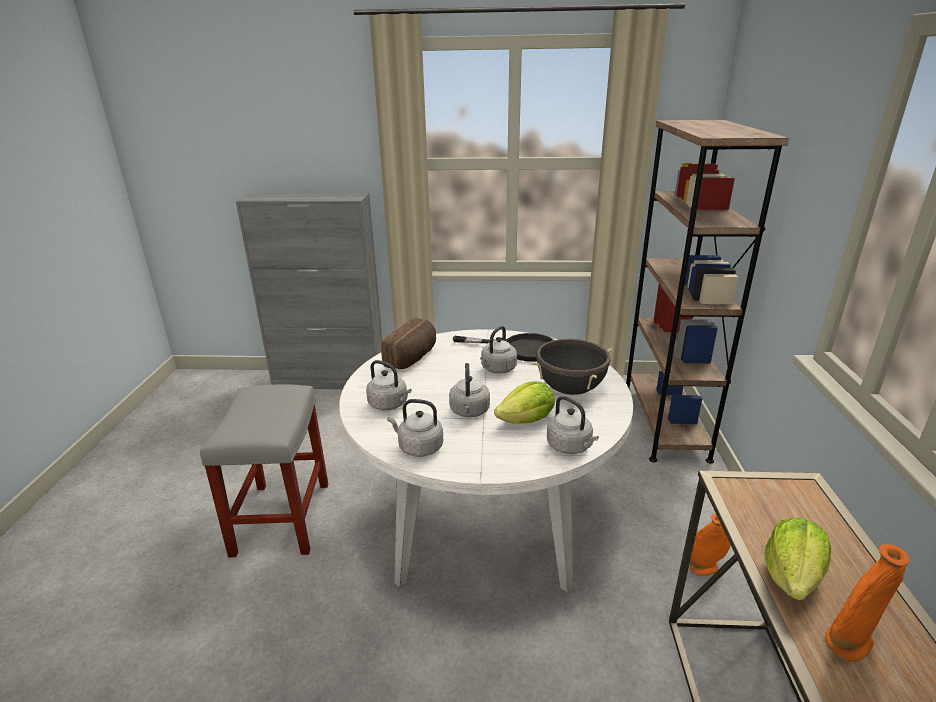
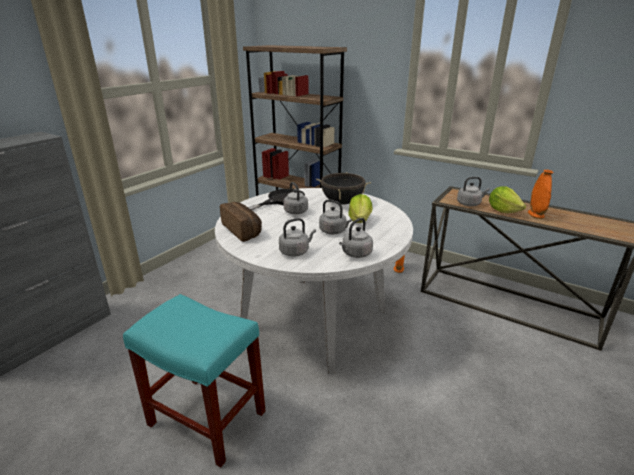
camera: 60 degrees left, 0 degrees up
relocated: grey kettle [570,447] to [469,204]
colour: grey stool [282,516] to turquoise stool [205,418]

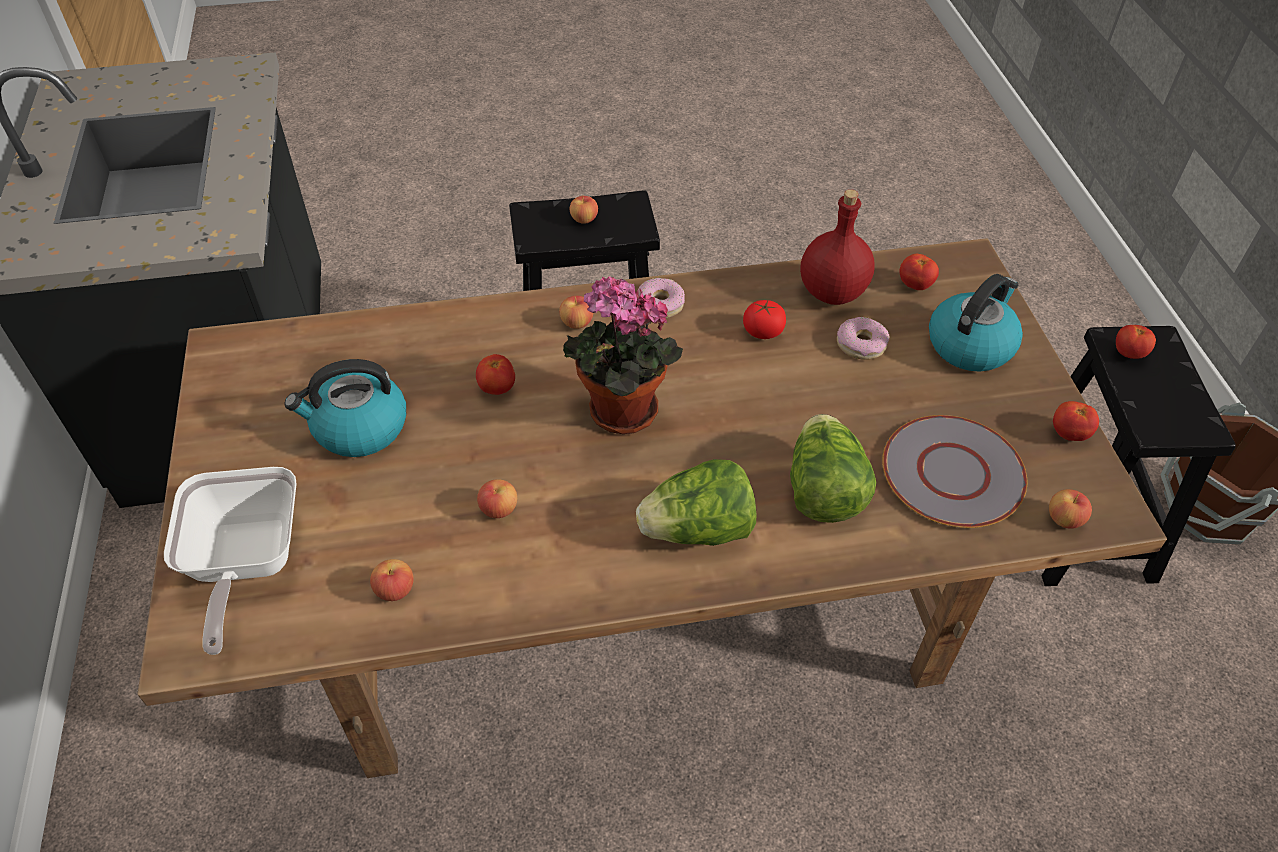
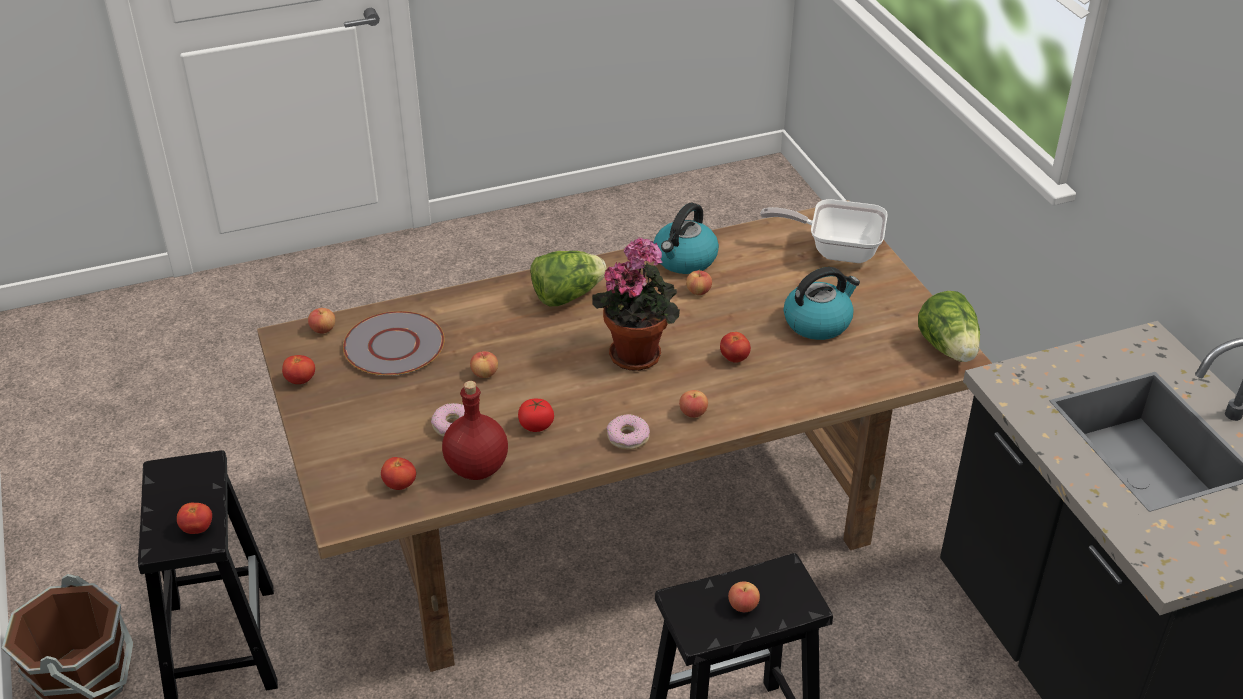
camera: 170 degrees right, 10 degrees down
relocated: apple [395,590] to [484,373]; kettle [970,344] to [684,260]; lettuce [822,490] to [948,348]
spun: frying pan [245,565] = [836,250] 60 degrees counterclockwise

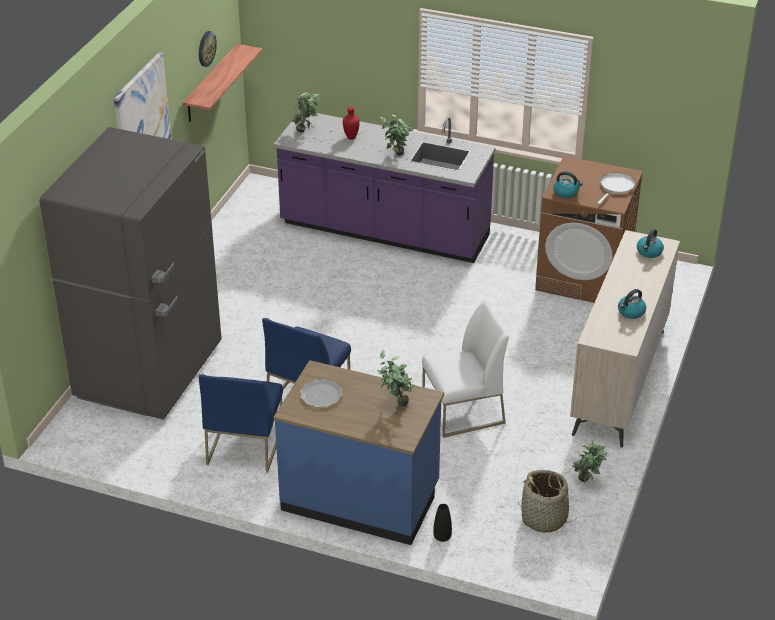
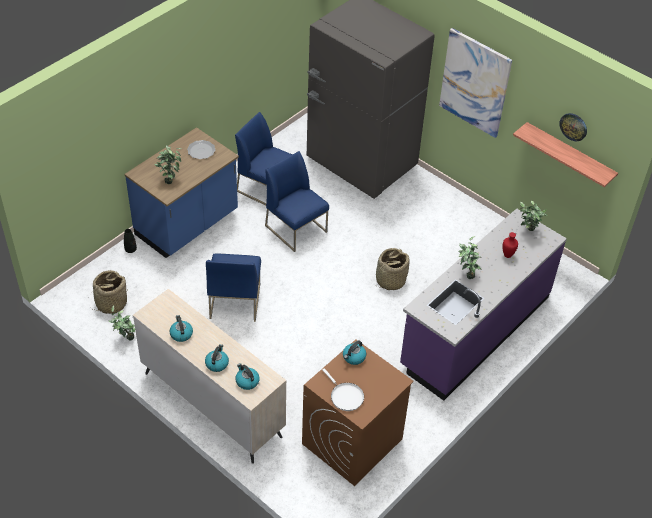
camera: 110 degrees right, 10 degrees up
appeared: kettle [217,363]; basket [390,280]
colour: white chair [462,411] to blue chair [234,300]

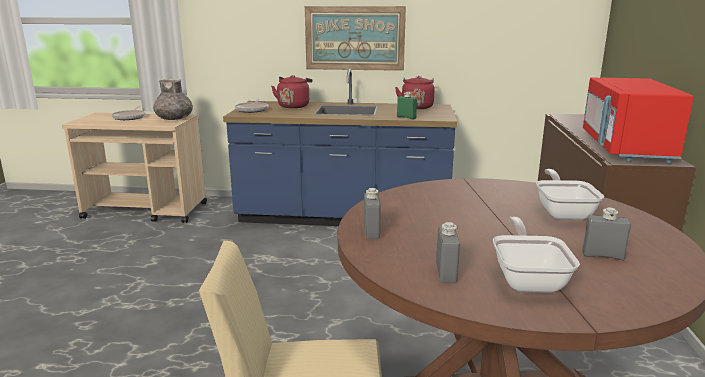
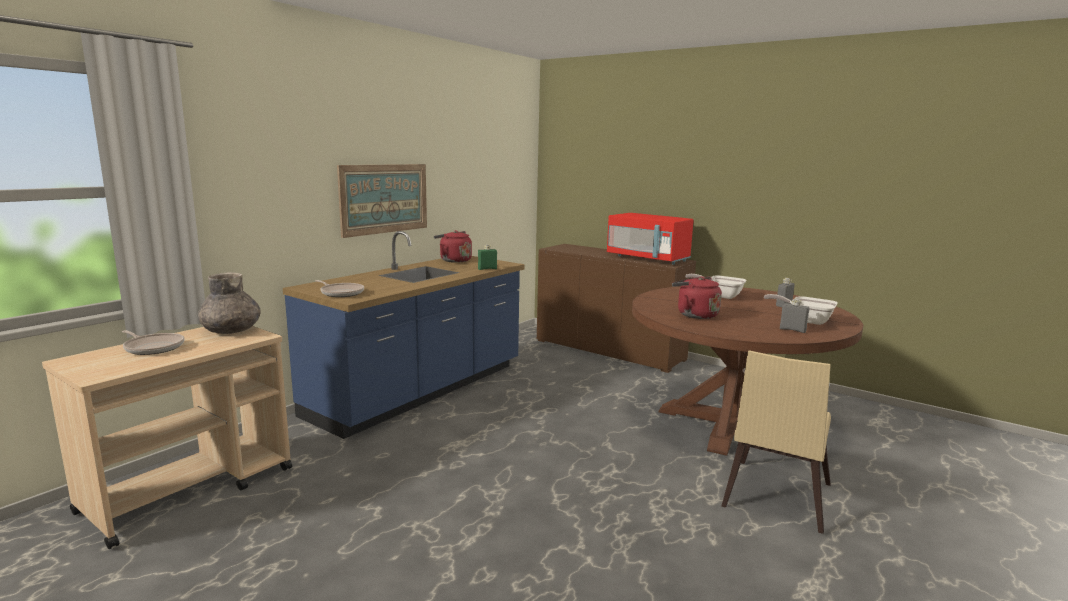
camera: 60 degrees left, 5 degrees down
missing: grey bottle [371,232]
relocated: red kettle [294,106] to [694,315]

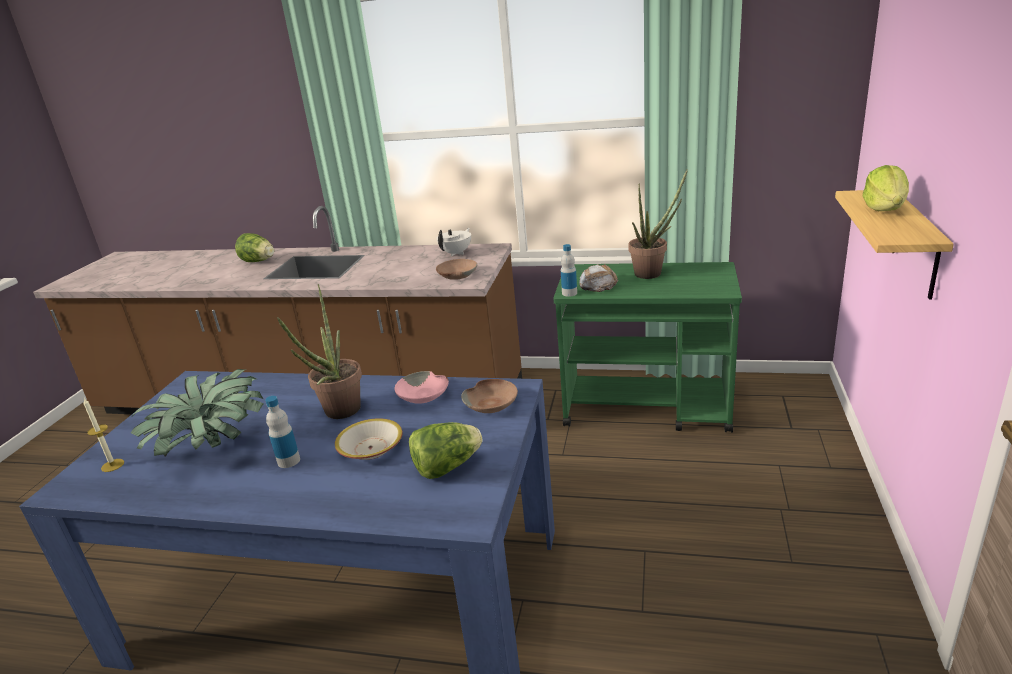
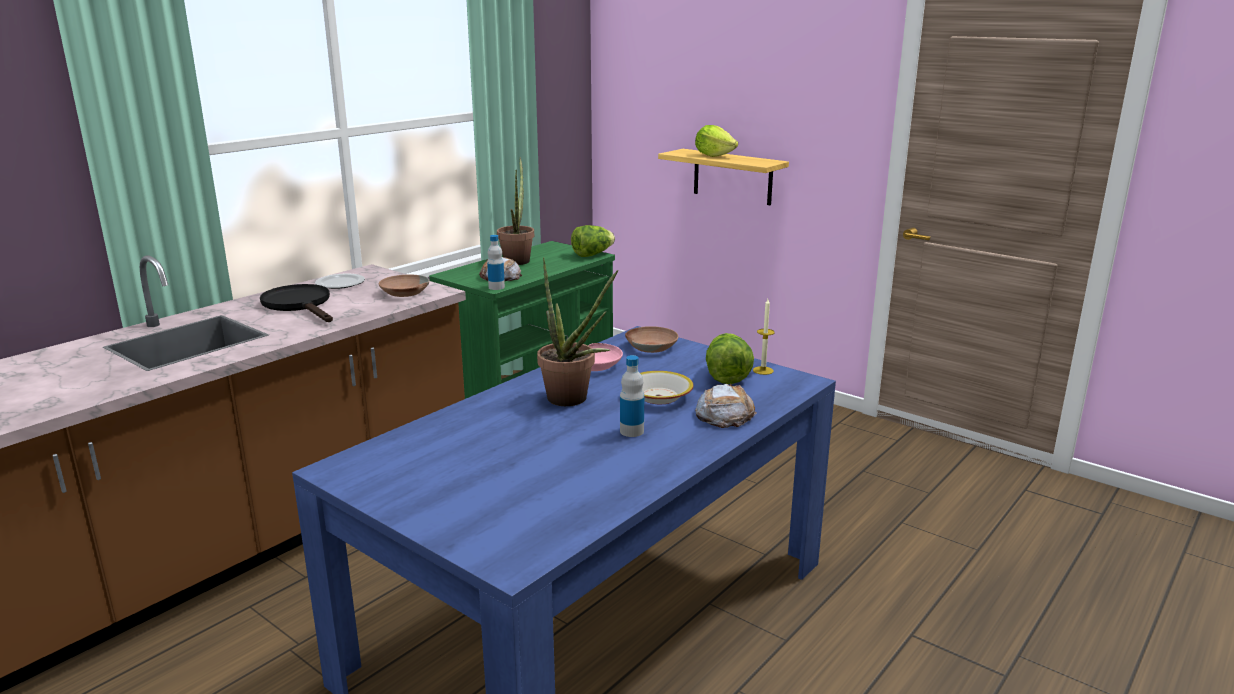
camera: 65 degrees left, 5 degrees down
missing: potted plant [212,449]
appeared: black frying pan [300,305]; bread [724,414]
relocated: lettuce [259,261] to [592,255]; candle [112,465] to [763,370]
exchanged: white teapot [456,253] to plate [341,283]

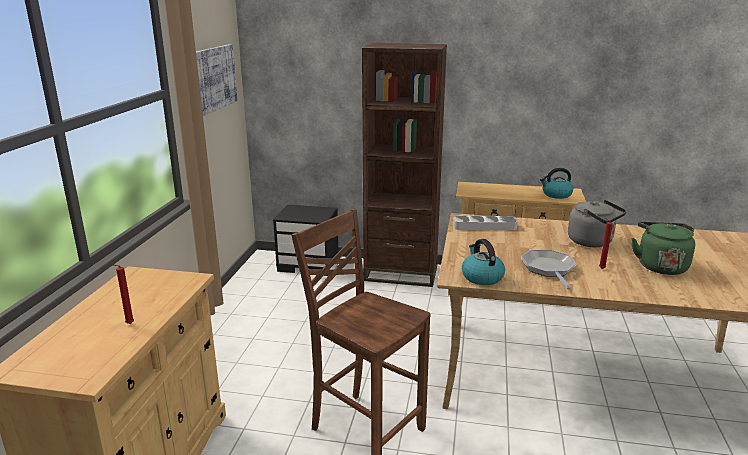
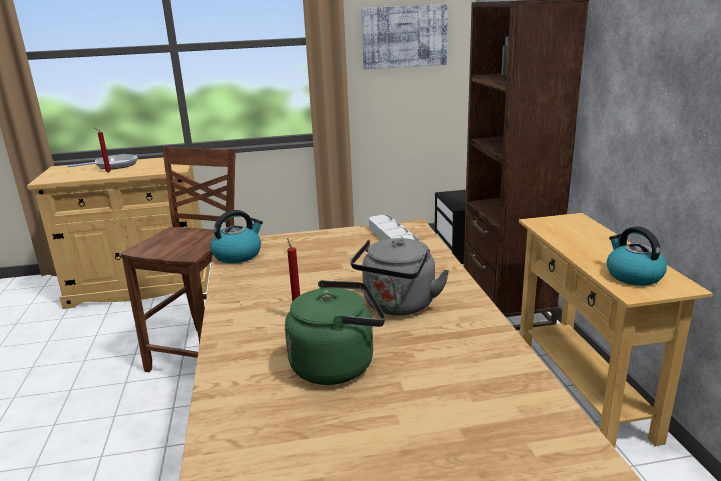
camera: 70 degrees right, 0 degrees up
relocated: frying pan [548,269] to [114,165]

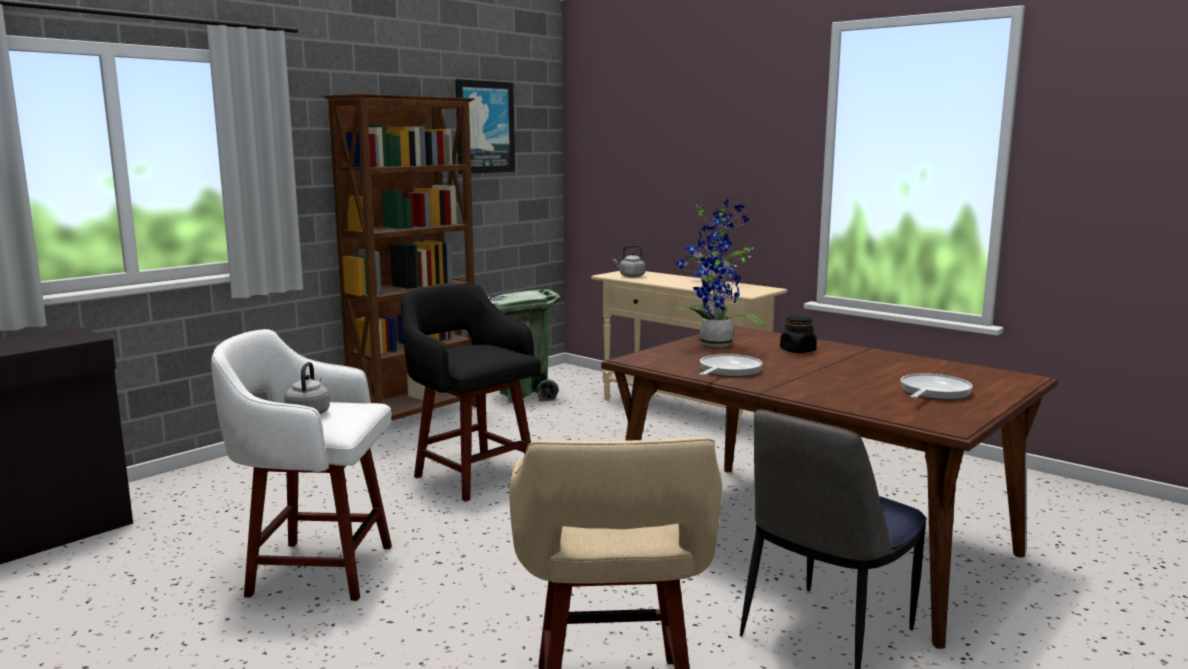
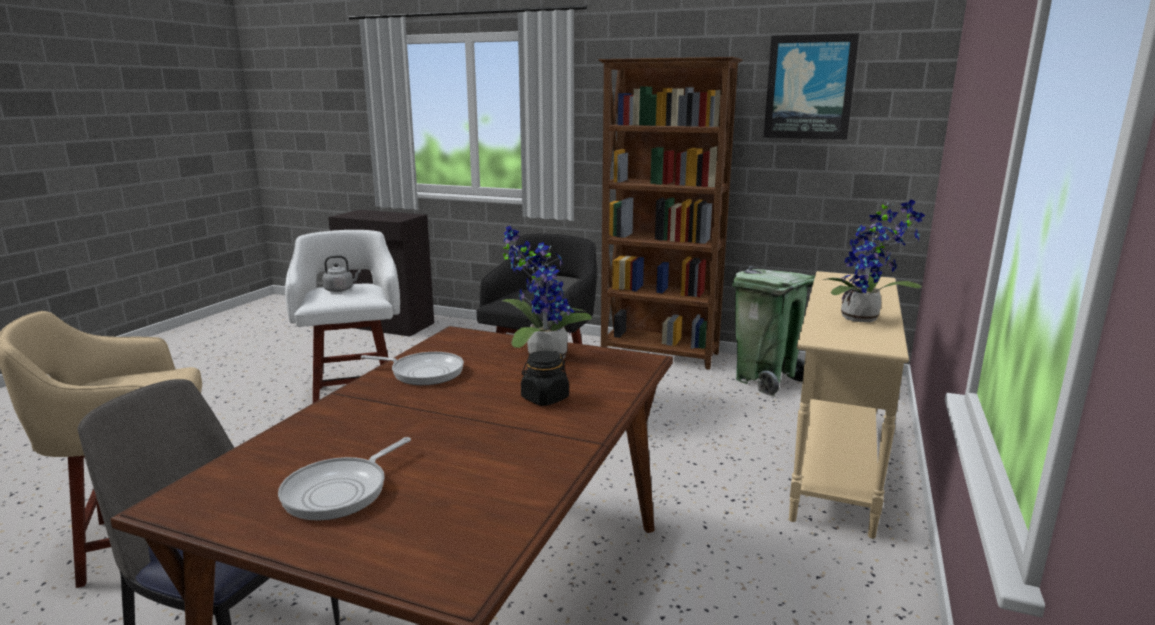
camera: 70 degrees right, 5 degrees up
missing: grey kettle [630,276]
spun: frying pan [933,392] = [340,491] 105 degrees clockwise

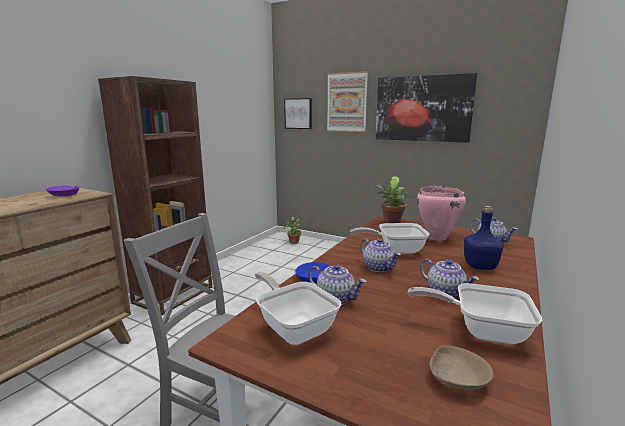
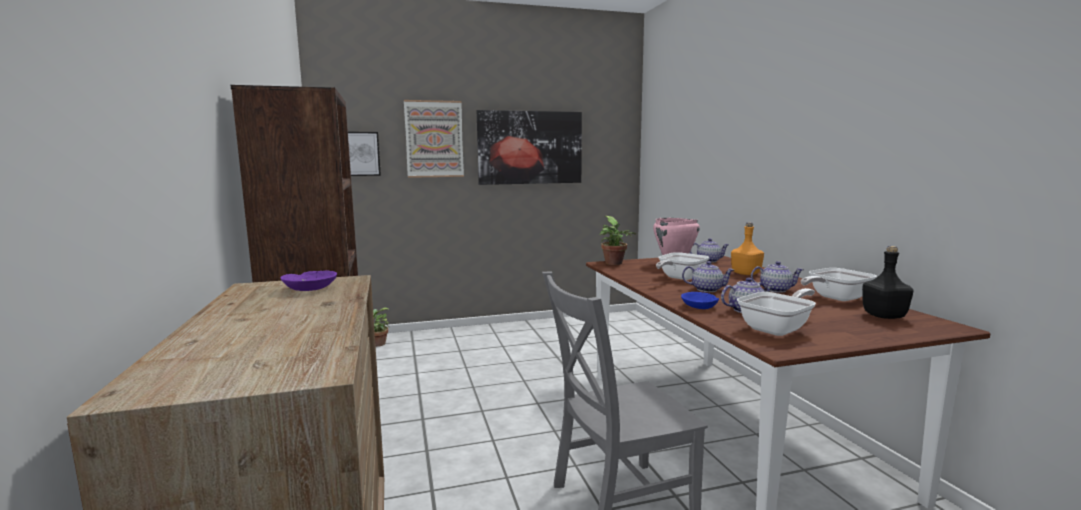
camera: 45 degrees left, 5 degrees down
exchanged: beige bowl [457,379] to black bottle [883,316]
colour: blue bottle [480,266] to orange bottle [746,274]
spun: frying pan [294,327] = [778,329] 135 degrees clockwise

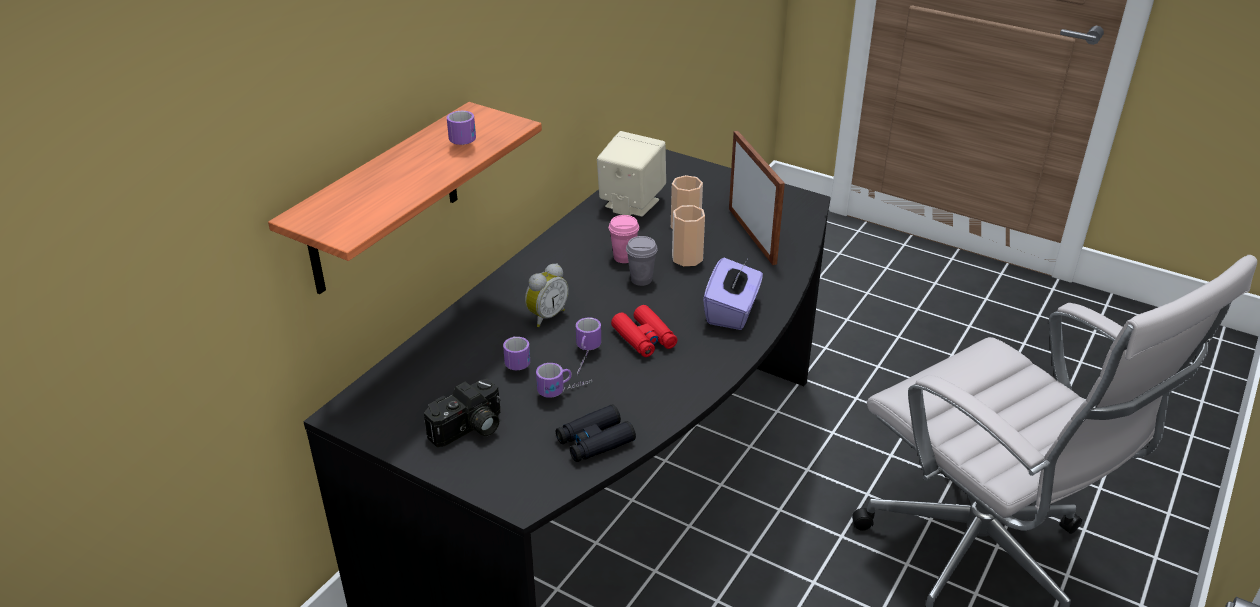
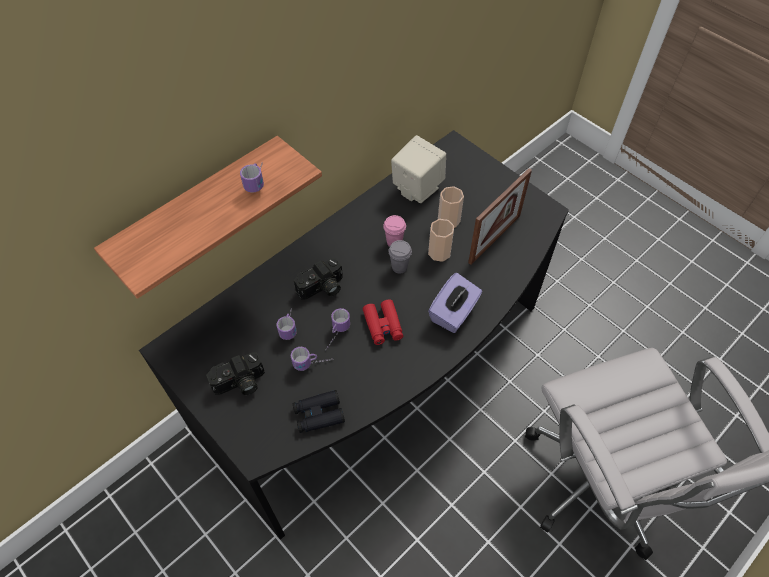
camera: 15 degrees right, 20 degrees up
exchanged: alarm clock [546,316] to photo camera [322,288]
spun: picture frame [752,235] = [494,239] 45 degrees clockwise

